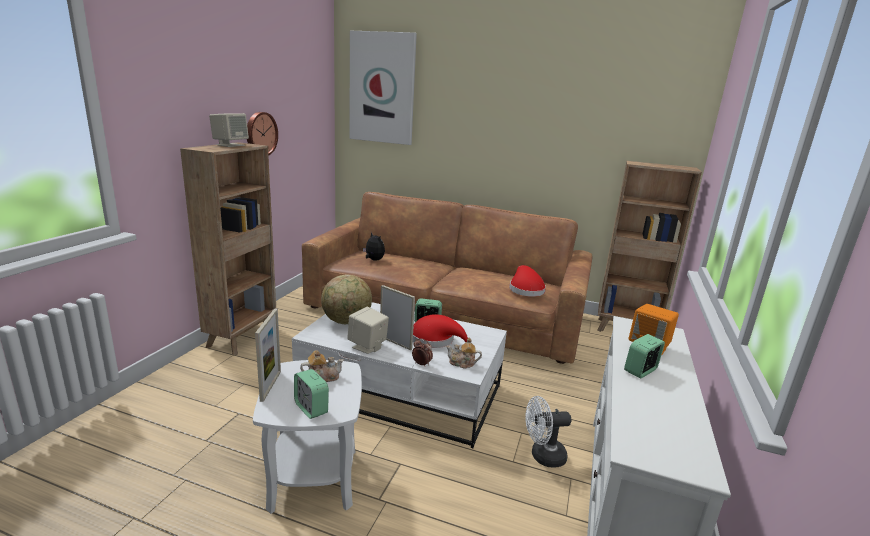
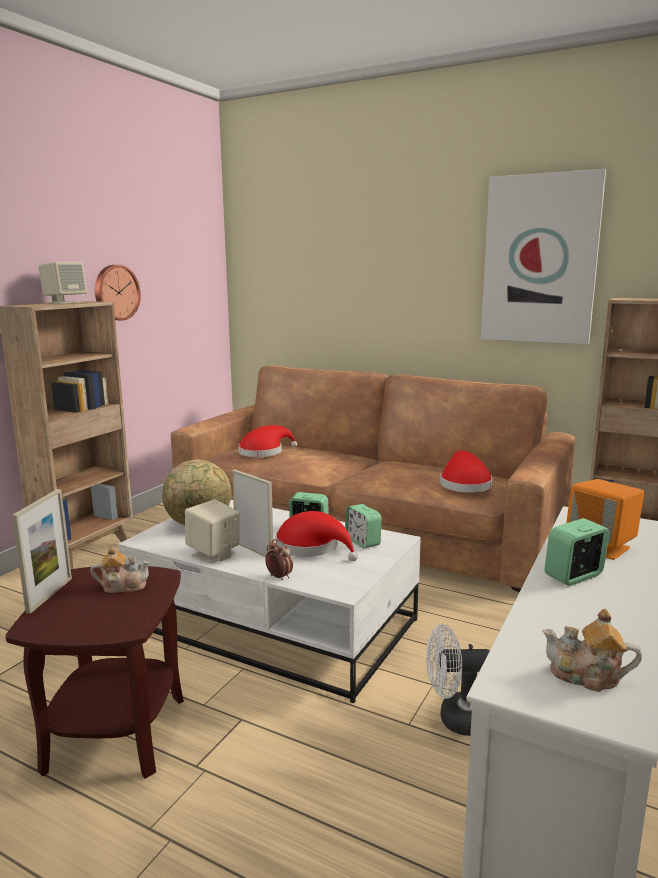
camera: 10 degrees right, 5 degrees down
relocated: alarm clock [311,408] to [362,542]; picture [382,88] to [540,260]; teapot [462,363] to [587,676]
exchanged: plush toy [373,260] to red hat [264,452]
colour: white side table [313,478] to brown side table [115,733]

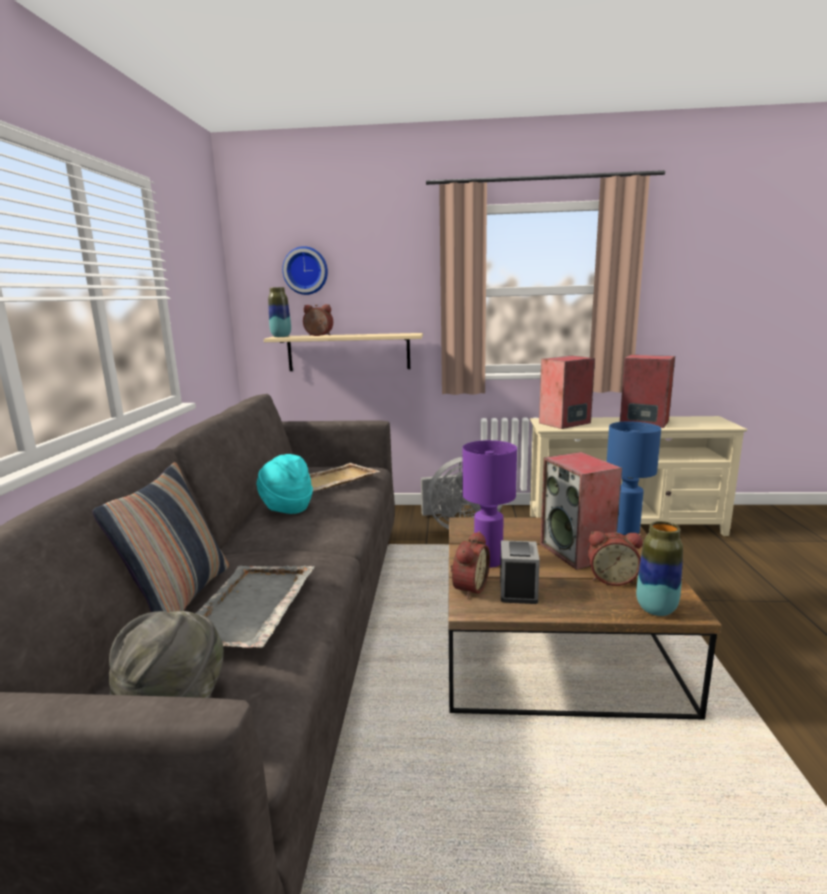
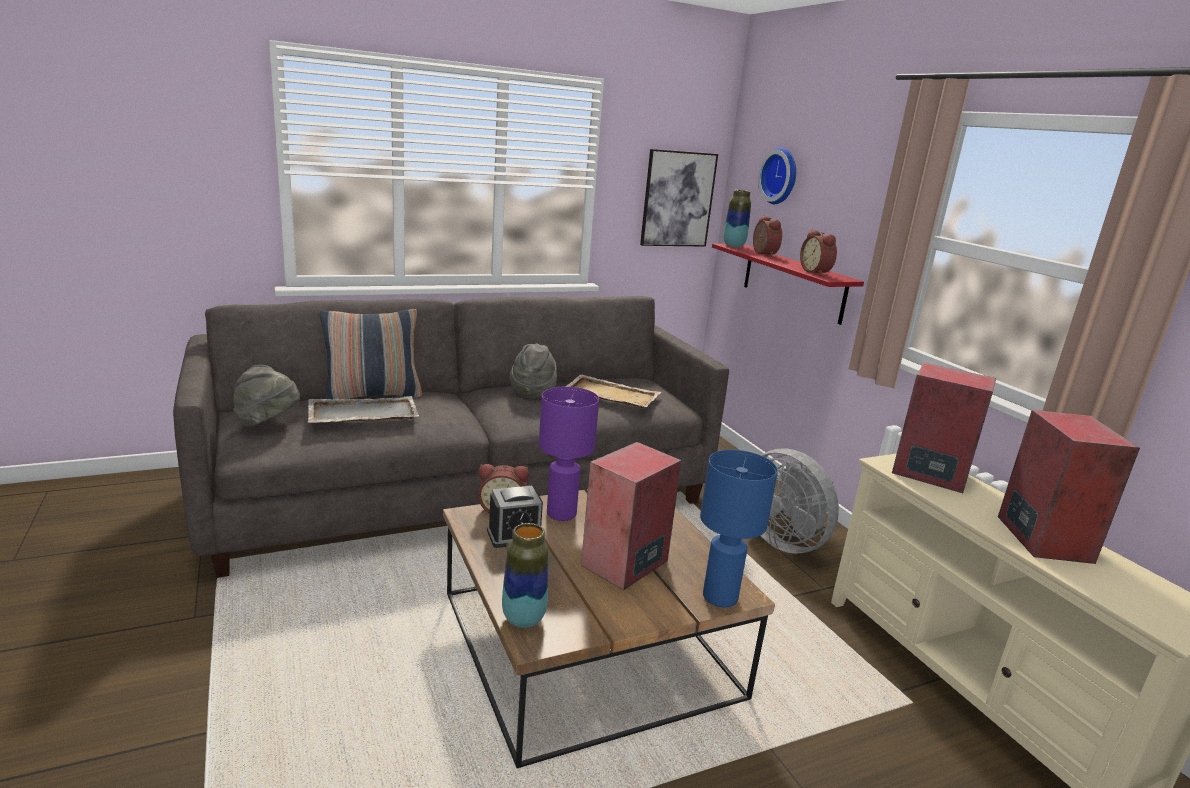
camera: 60 degrees right, 5 degrees up
appeared: picture [678,199]
relocated: alarm clock [611,578] to [816,272]
colour: turquoise hat [286,508] to grey hat [533,391]; beige shelf [348,352] to red shelf [793,282]

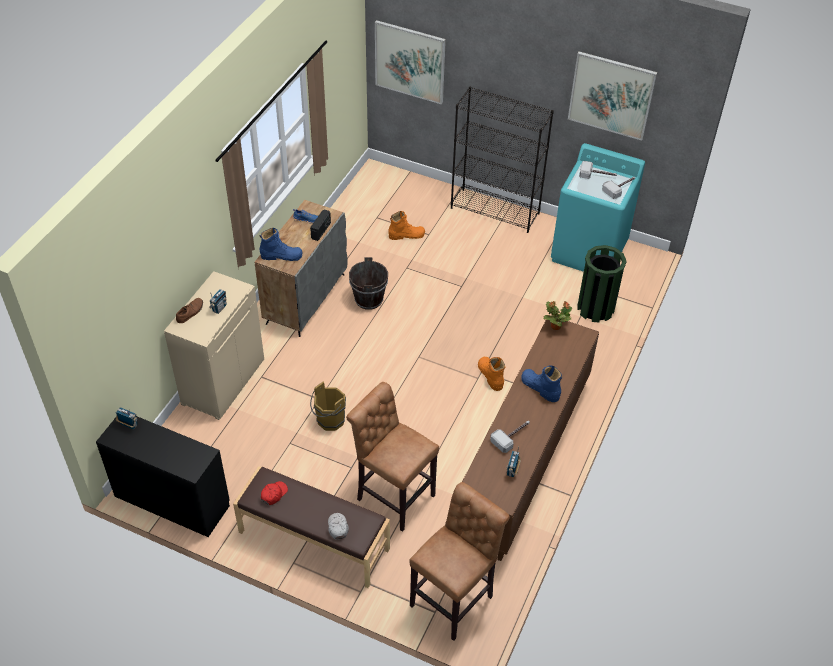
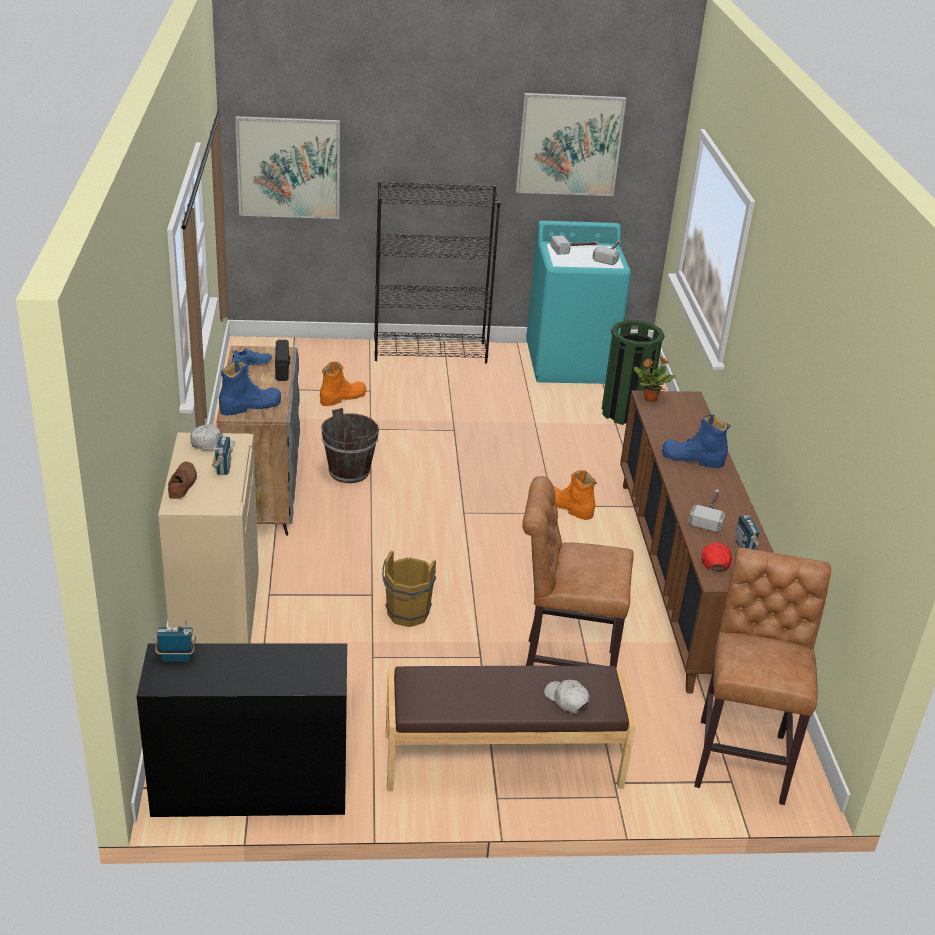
camera: 30 degrees left, 15 degrees down
appeared: white cap [212,445]
relocated: red cap [273,494] to [715,560]

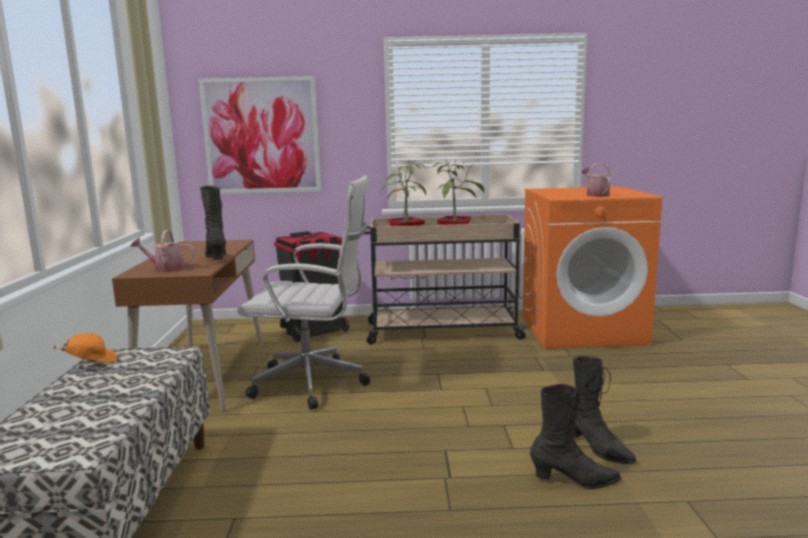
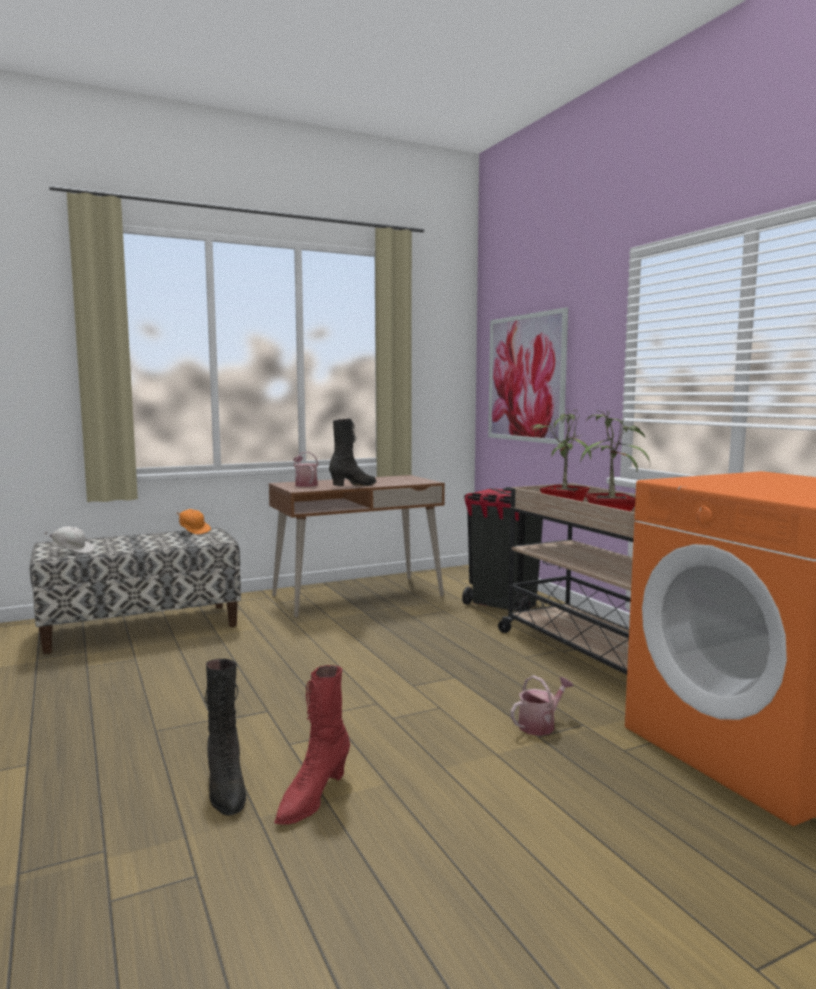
camera: 65 degrees right, 5 degrees down
missing: white office chair [315,384]
appeared: white cap [73,551]
relocated: watering can [596,195] to [540,725]
colour: black boot [597,449] to red boot [312,798]

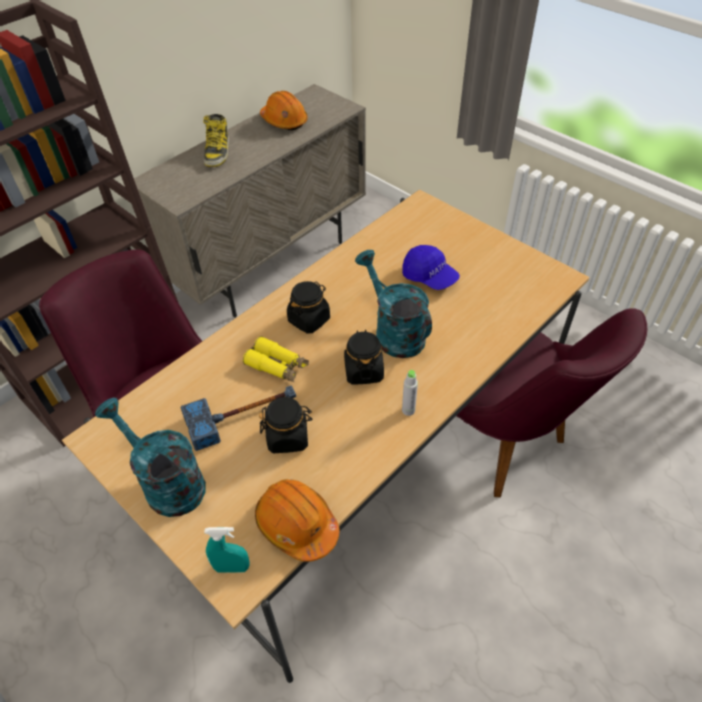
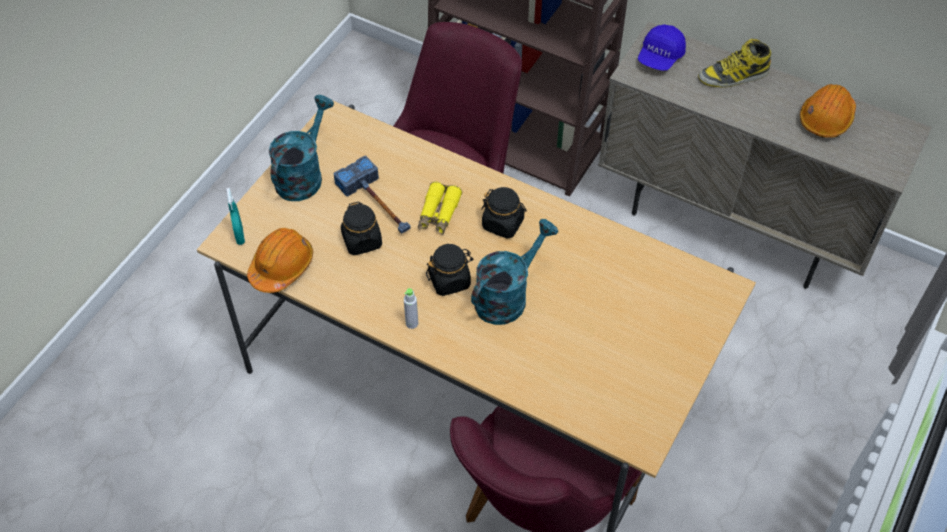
camera: 75 degrees right, 5 degrees up
relocated: blue cap [429,277] to [660,57]

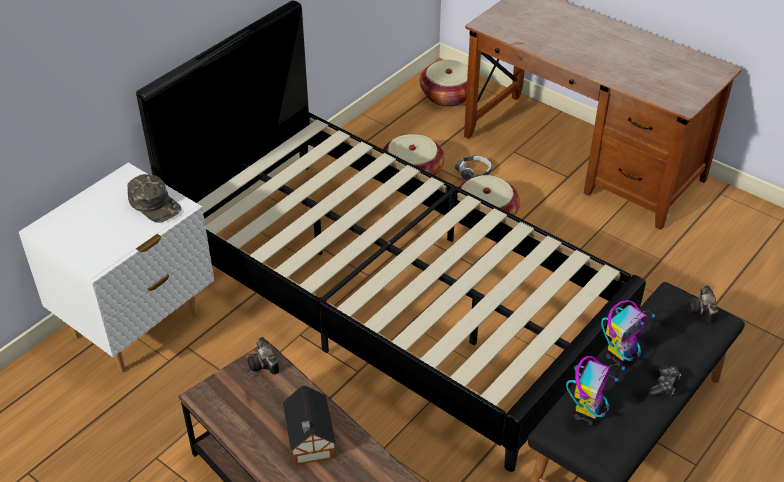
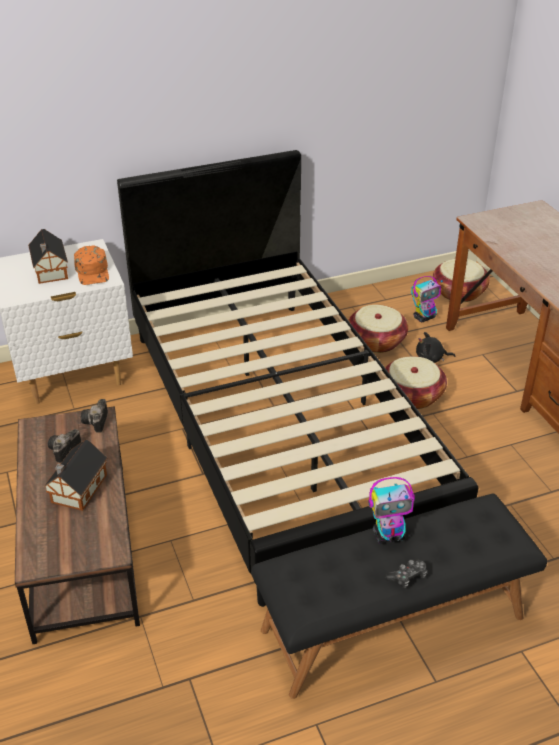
camera: 30 degrees right, 5 degrees down
appeared: toy house [50,271]
relocated: photo camera [702,311] to [63,451]; toy robot [587,413] to [424,317]
exchanged: headphones [474,172] to black plush toy [431,358]
colour: green cap [155,204] to orange cap [93,271]

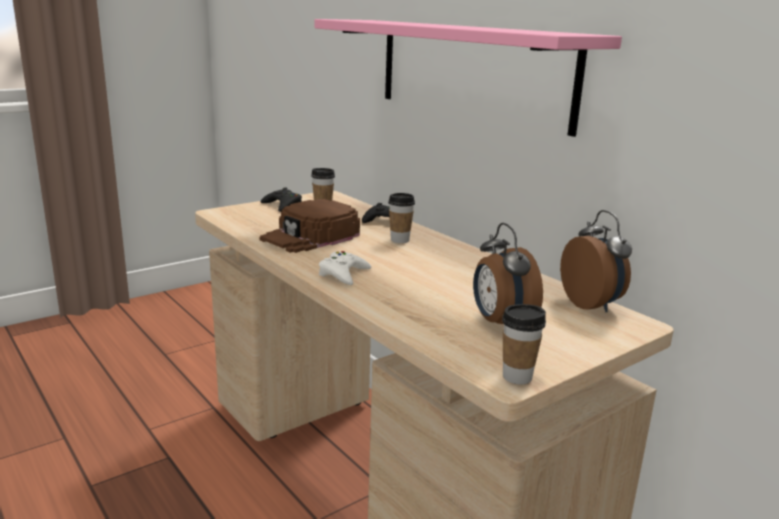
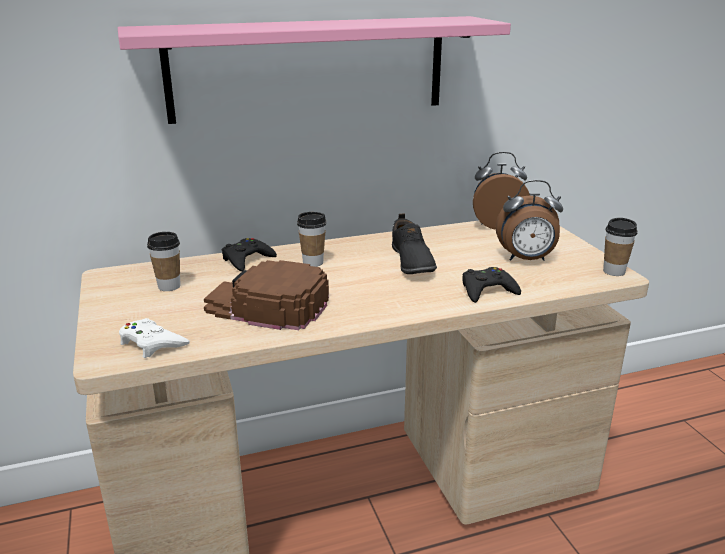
camera: 70 degrees left, 5 degrees up
appeared: black shoe [411,261]
relocated: white game controller [343,274] to [152,343]; black game controller [282,205] to [487,290]
spun: brown cap [310,236] = [267,305] 135 degrees clockwise

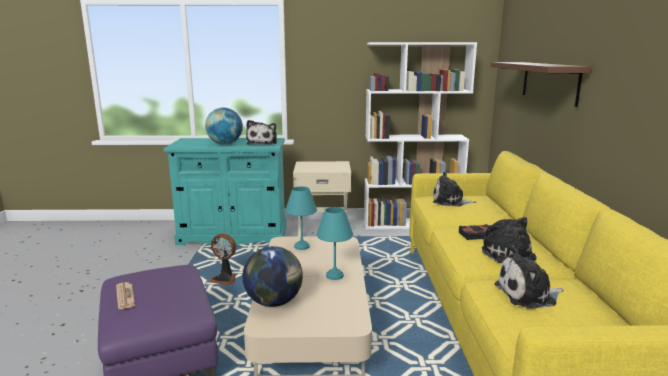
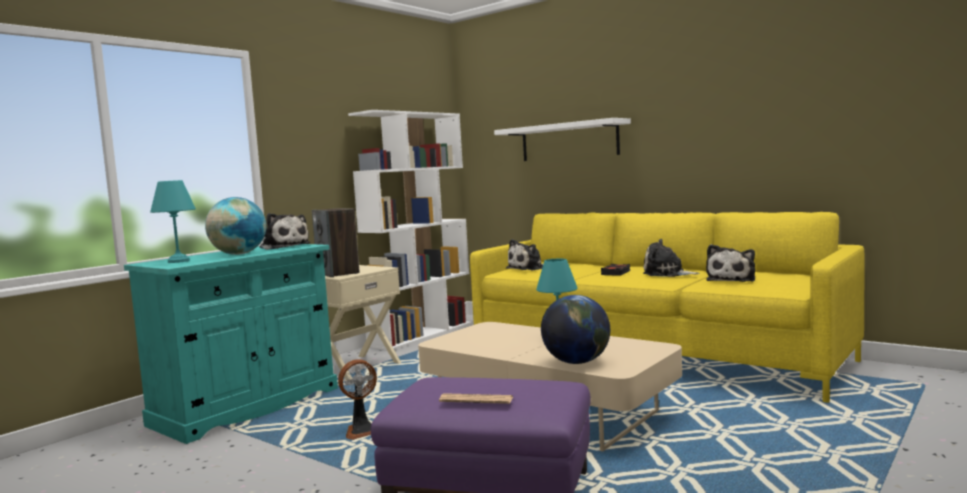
camera: 50 degrees left, 10 degrees down
appeared: speaker [338,273]
relocated: turquoise table lamp [301,246] to [177,261]
colour: brown shelf [549,82] to white shelf [569,141]

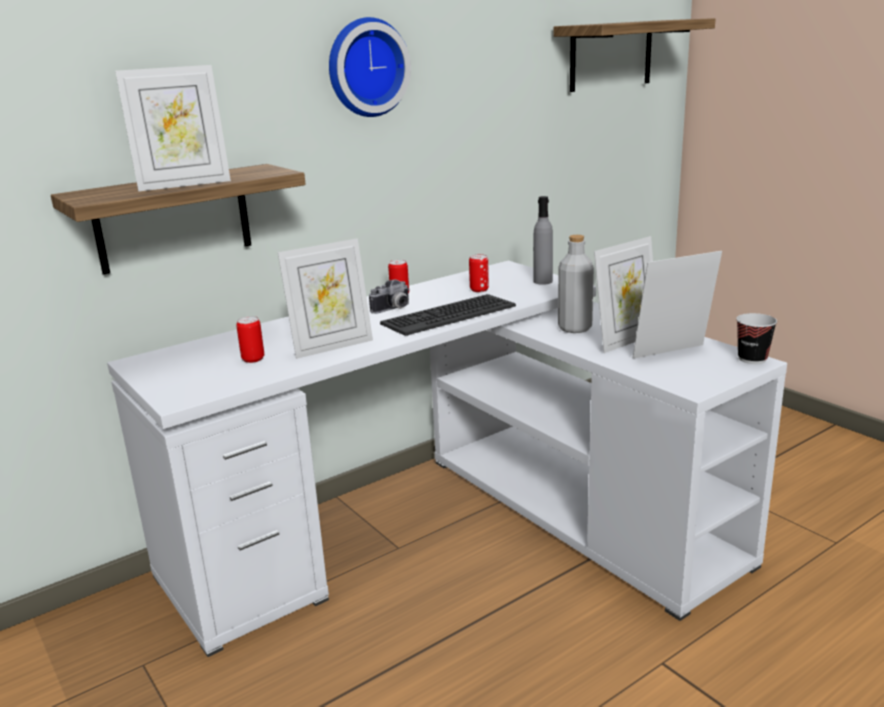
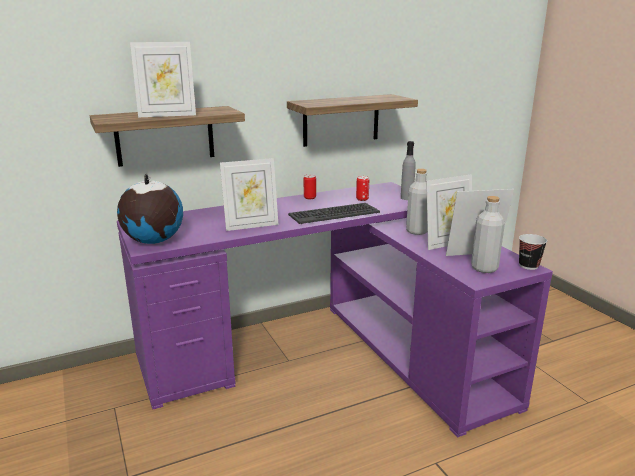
camera: 10 degrees right, 0 degrees up
missing: can [253,359]; wall clock [366,68]; photo camera [393,309]
appeared: globe [153,241]; grey bottle [484,268]
relocated: shelf [611,55] to [341,120]
colour: white desk [459,527] to purple desk [331,353]

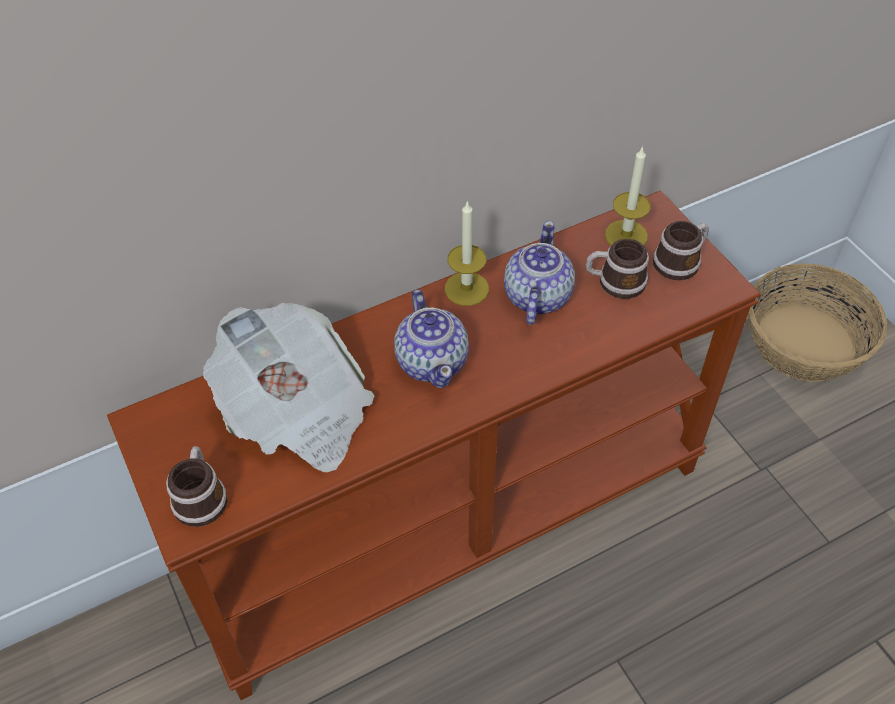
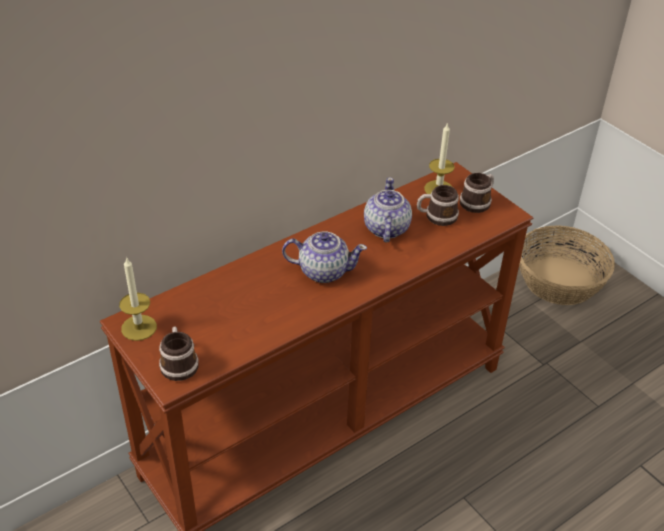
camera: 10 degrees left, 10 degrees down
missing: newspaper [297,411]
relocated: candle [466,289] to [139,327]
spun: teapot [432,361] = [323,271] 60 degrees counterclockwise

